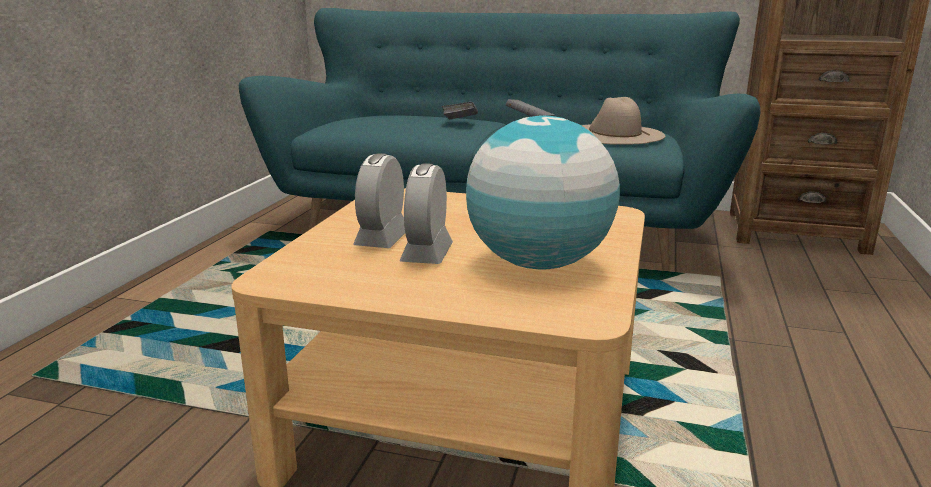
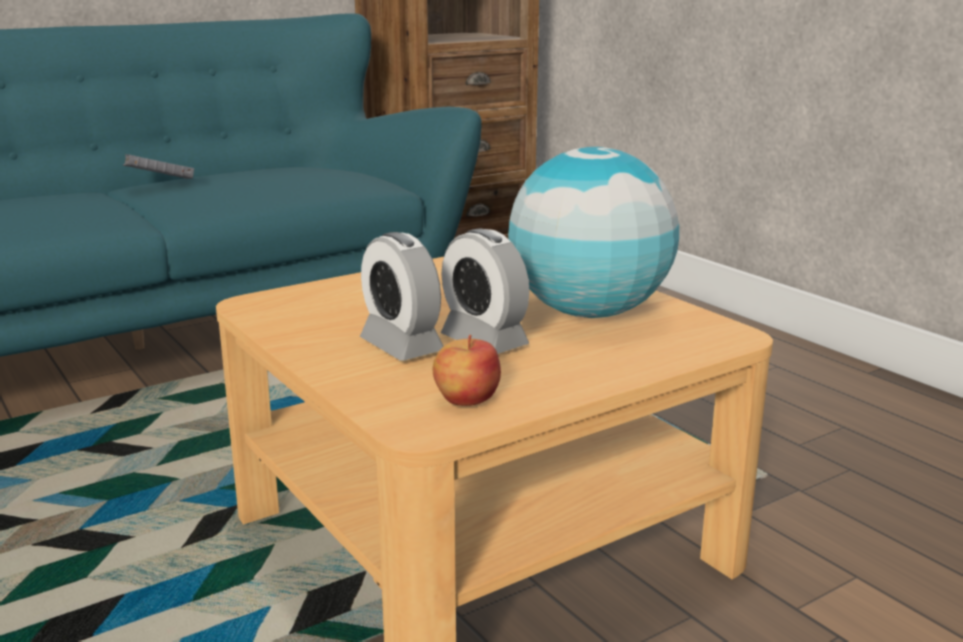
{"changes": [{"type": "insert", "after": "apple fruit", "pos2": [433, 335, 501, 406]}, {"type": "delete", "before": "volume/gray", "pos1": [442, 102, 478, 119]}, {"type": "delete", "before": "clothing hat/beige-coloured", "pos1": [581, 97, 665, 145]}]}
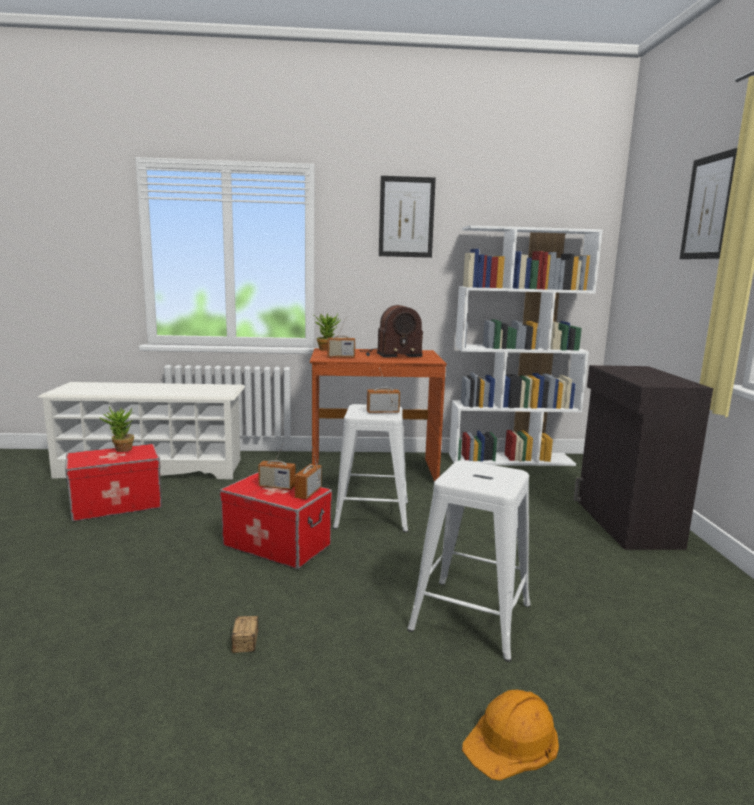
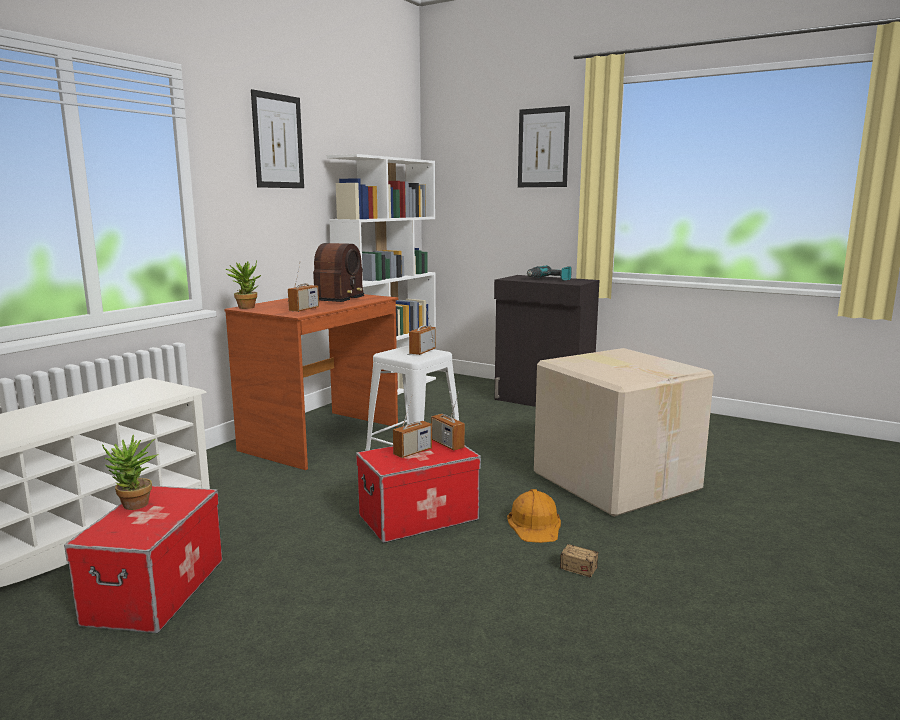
{"changes": [{"type": "move", "before": "safety helmet/orange", "pos1": [462, 690, 559, 781], "pos2": [507, 489, 561, 543]}, {"type": "insert", "after": "electric drill", "pos2": [527, 265, 572, 281]}, {"type": "replace", "before": "stool/white", "after": "carton", "pos1": [407, 460, 531, 662], "pos2": [534, 348, 714, 517]}]}
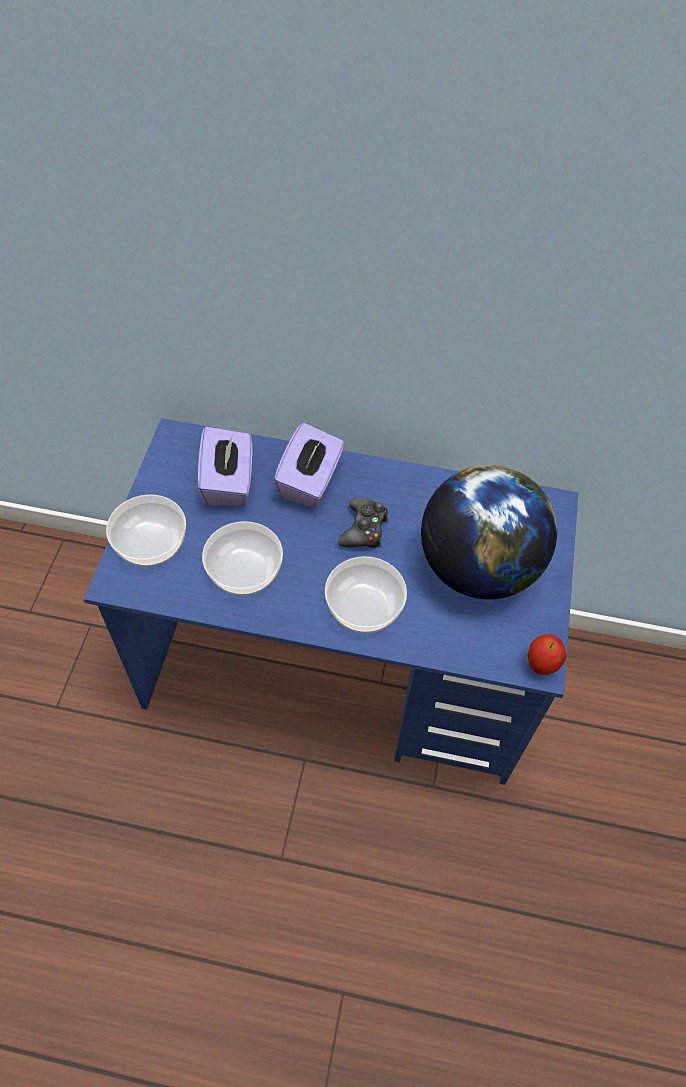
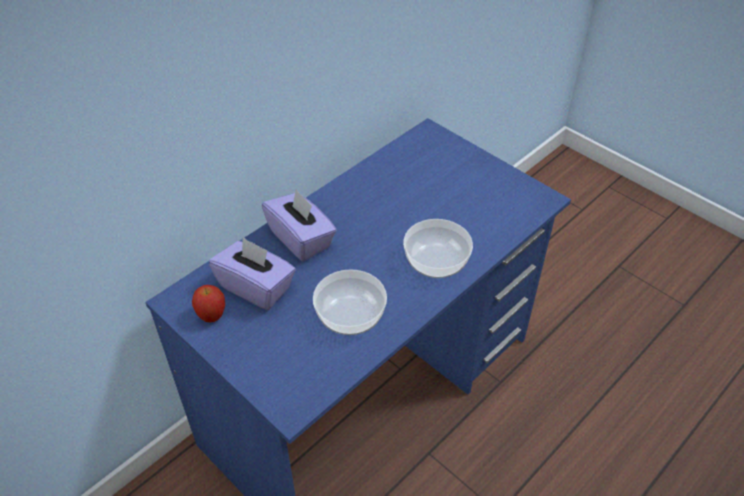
{"changes": [{"type": "move", "before": "apple fruit", "pos1": [527, 634, 567, 675], "pos2": [192, 285, 225, 322]}, {"type": "delete", "before": "serving bowl", "pos1": [106, 494, 186, 567]}, {"type": "delete", "before": "game controller/black-coloured", "pos1": [338, 497, 388, 548]}, {"type": "delete", "before": "desk globe", "pos1": [421, 465, 557, 600]}]}
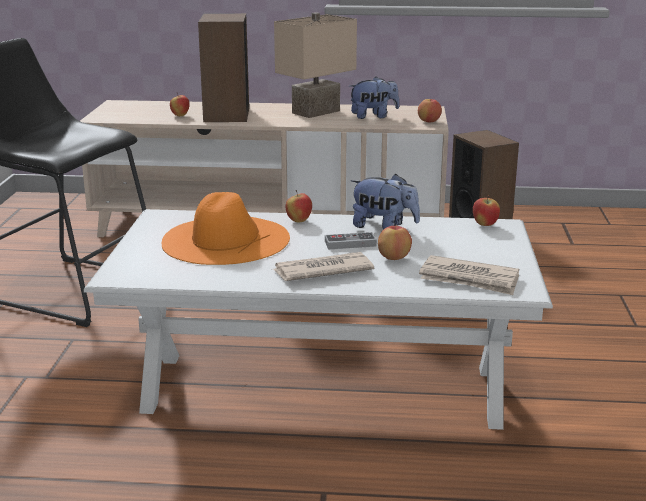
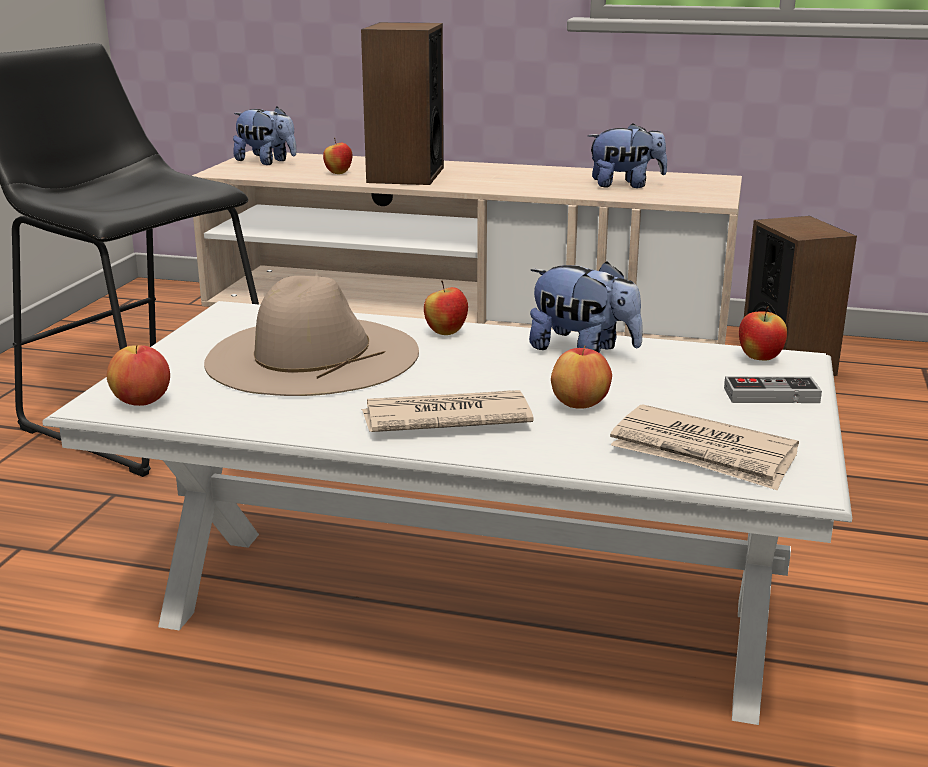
{"changes": [{"type": "move", "before": "apple fruit", "pos1": [418, 98, 442, 122], "pos2": [107, 345, 170, 406]}, {"type": "recolor", "before": "clothing hat/orange", "after": "clothing hat/beige-coloured", "pos1": [162, 192, 290, 265], "pos2": [204, 276, 419, 396]}, {"type": "insert", "after": "cuddly toy", "pos2": [233, 107, 296, 165]}, {"type": "move", "before": "game controller", "pos1": [325, 232, 377, 250], "pos2": [724, 376, 822, 403]}, {"type": "delete", "before": "table lamp/beige-coloured", "pos1": [274, 12, 357, 118]}]}
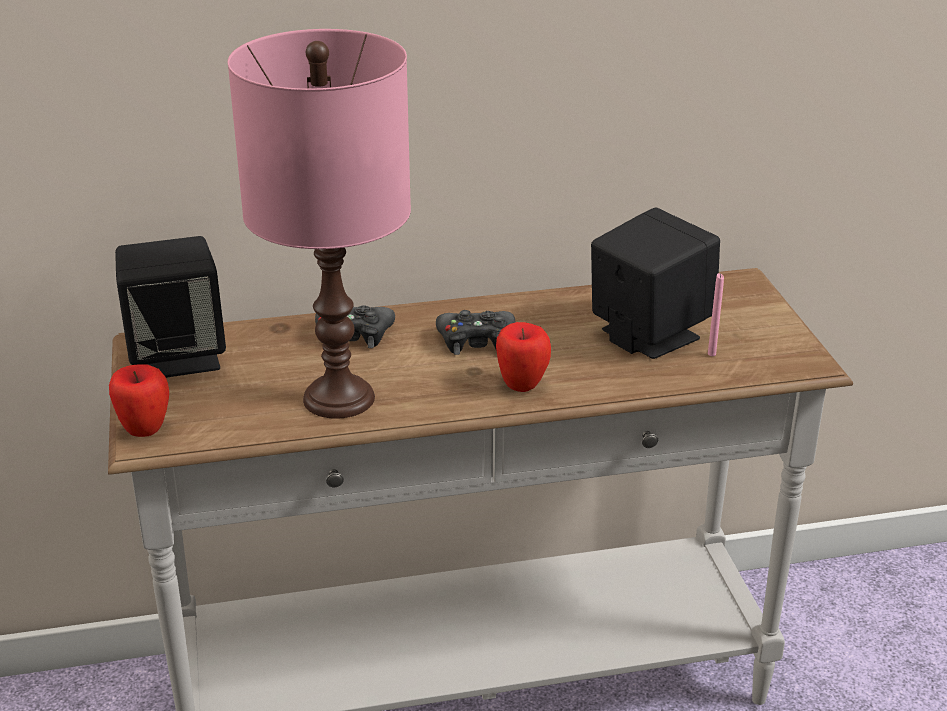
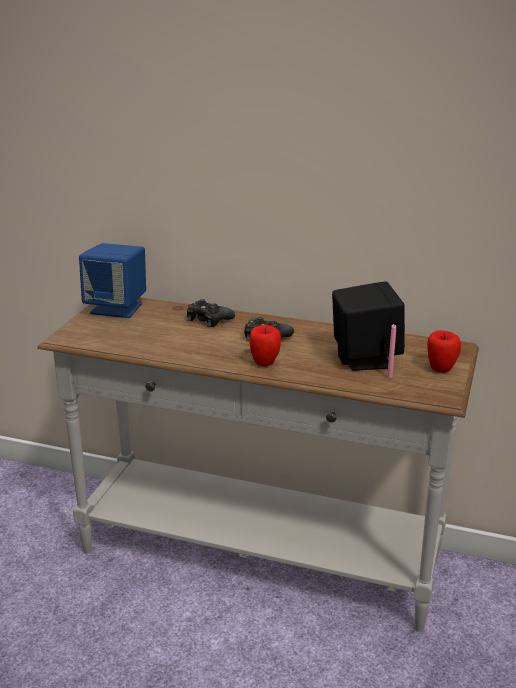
{"changes": [{"type": "recolor", "before": "loudspeaker/black-coloured", "after": "loudspeaker/blue-coloured", "pos1": [115, 236, 226, 378], "pos2": [79, 243, 146, 318]}, {"type": "move", "before": "apple fruit", "pos1": [109, 364, 169, 437], "pos2": [427, 331, 461, 373]}, {"type": "delete", "before": "table lamp/pink-coloured", "pos1": [228, 29, 411, 419]}]}
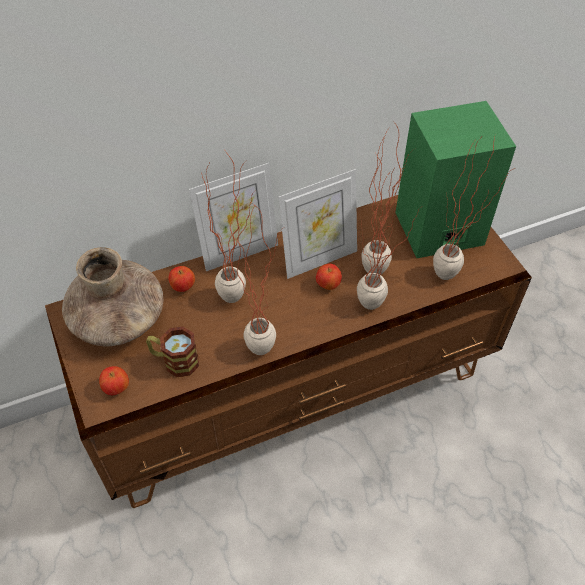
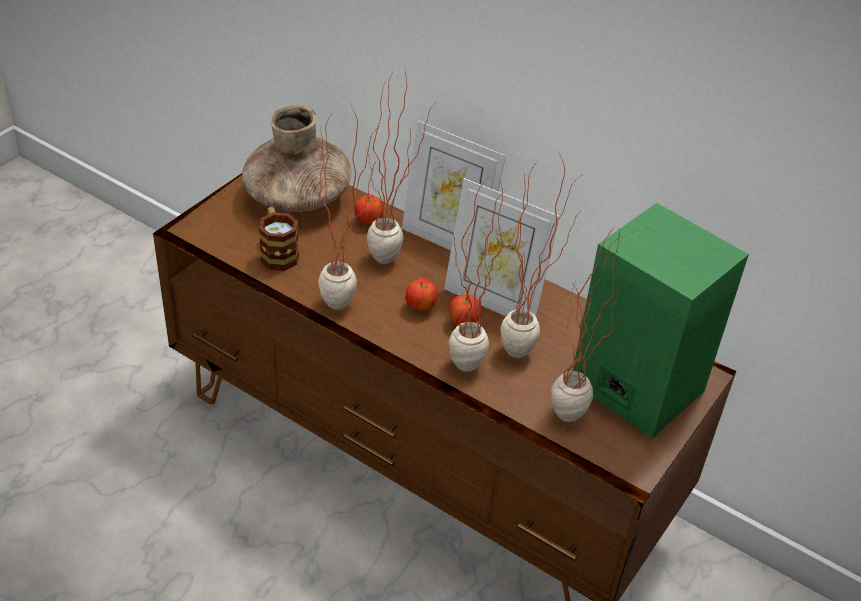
{"changes": [{"type": "move", "before": "apple fruit", "pos1": [99, 366, 129, 395], "pos2": [405, 278, 438, 311]}]}
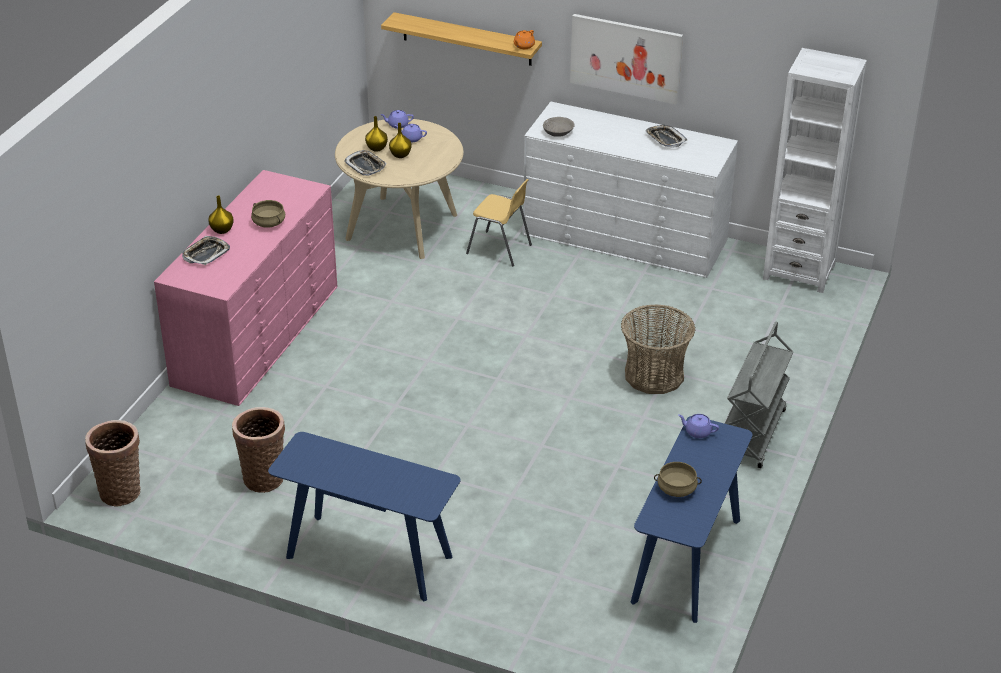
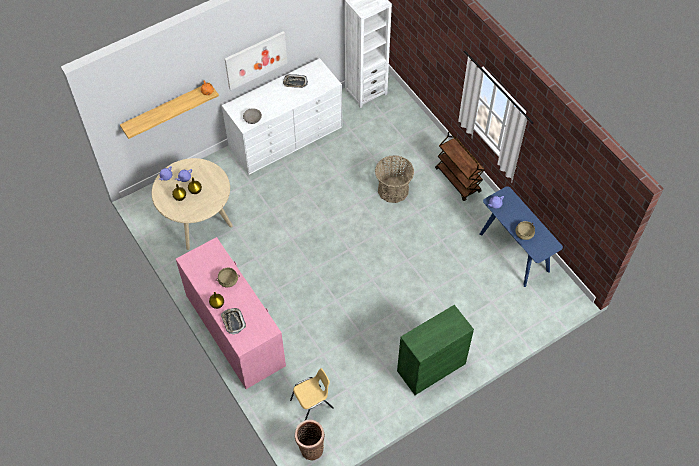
{"changes": [{"type": "move", "before": "upright chair/yellow-coloured", "pos1": [466, 179, 532, 266], "pos2": [290, 368, 334, 420]}, {"type": "replace", "before": "narrow table/blue-coloured", "after": "cupboard/green-coloured", "pos1": [268, 432, 461, 601], "pos2": [397, 305, 474, 395]}, {"type": "recolor", "before": "trolley/gray", "after": "trolley/brownish", "pos1": [724, 321, 793, 468], "pos2": [435, 131, 485, 201]}, {"type": "delete", "before": "basket", "pos1": [232, 407, 285, 493]}, {"type": "delete", "before": "serving tray", "pos1": [344, 150, 387, 176]}]}
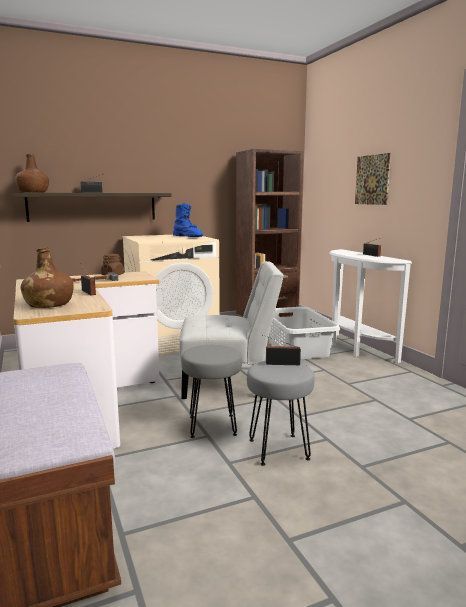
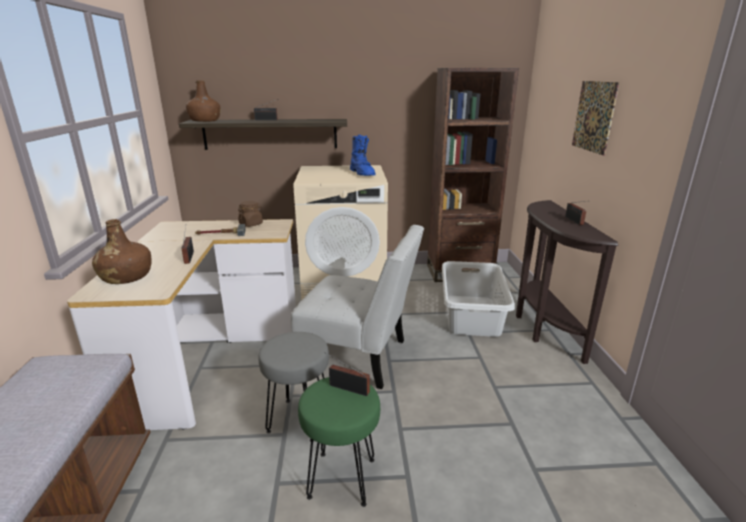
{"changes": [{"type": "recolor", "before": "stool/gray", "after": "stool/green-coloured", "pos1": [247, 361, 315, 466], "pos2": [298, 377, 380, 507]}, {"type": "recolor", "before": "narrow table/white", "after": "narrow table/brownish", "pos1": [329, 249, 412, 363], "pos2": [516, 200, 618, 364]}]}
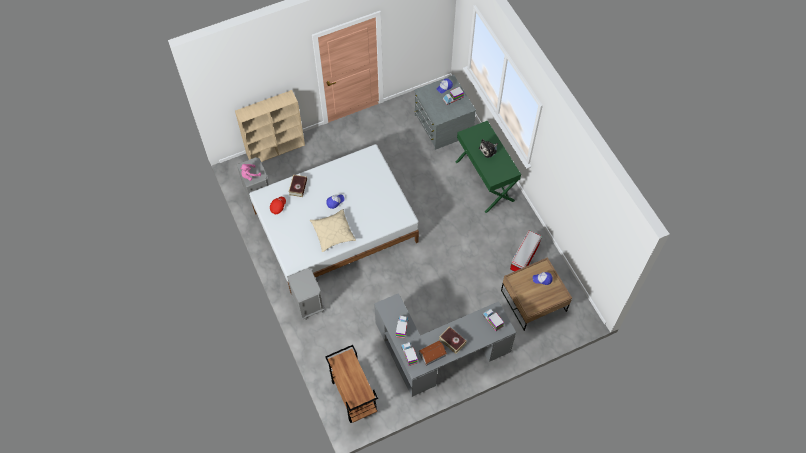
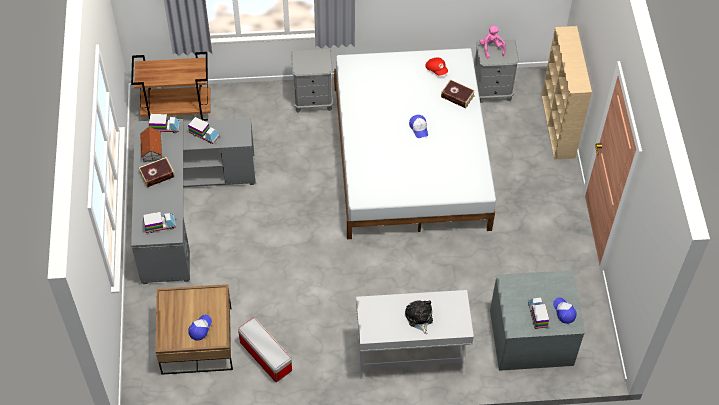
{"changes": [{"type": "recolor", "before": "narrow table/green-coloured", "after": "narrow table/white", "pos1": [456, 121, 521, 213], "pos2": [356, 290, 474, 381]}, {"type": "delete", "before": "pillow/beige-coloured", "pos1": [310, 209, 356, 252]}]}
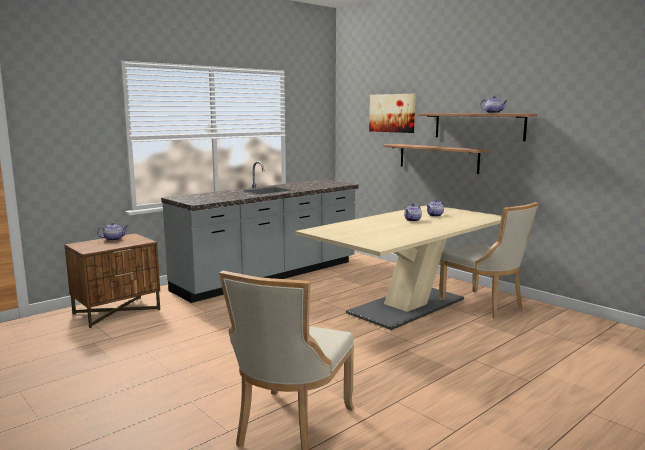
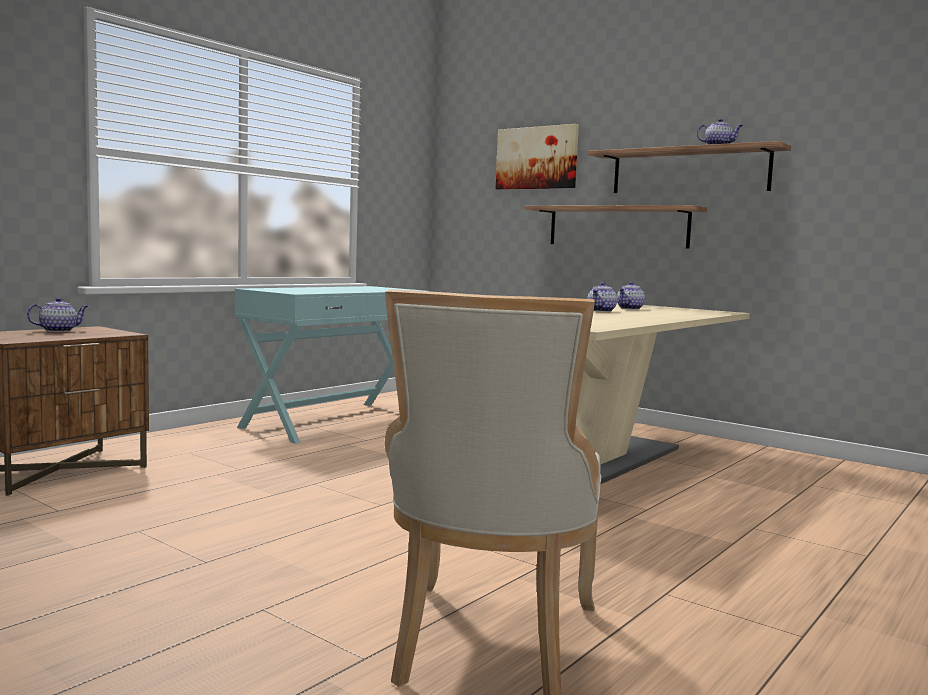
{"changes": [{"type": "replace", "before": "counter/gray", "after": "narrow table/turquoise", "pos1": [161, 161, 359, 303], "pos2": [235, 286, 424, 444]}, {"type": "delete", "before": "upright chair/beige-coloured", "pos1": [439, 202, 539, 319]}]}
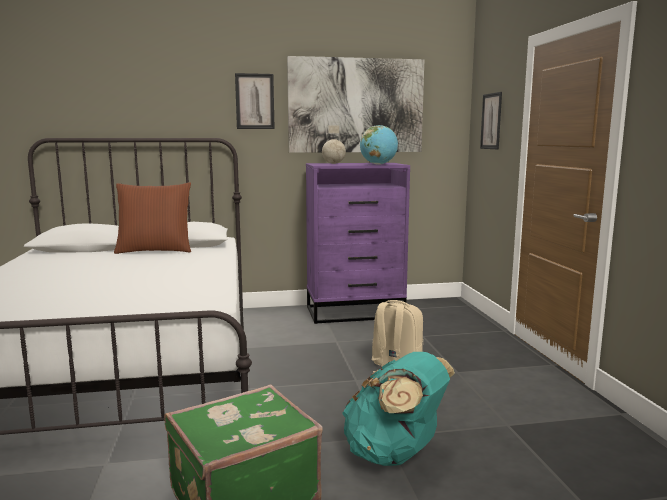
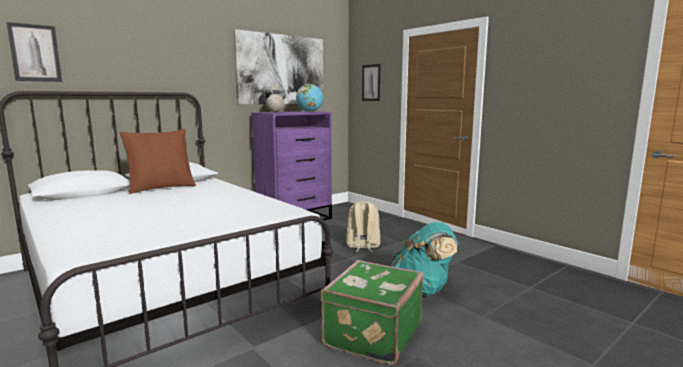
{"changes": [{"type": "move", "before": "picture", "pos1": [235, 73, 275, 129], "pos2": [7, 22, 62, 82]}]}
